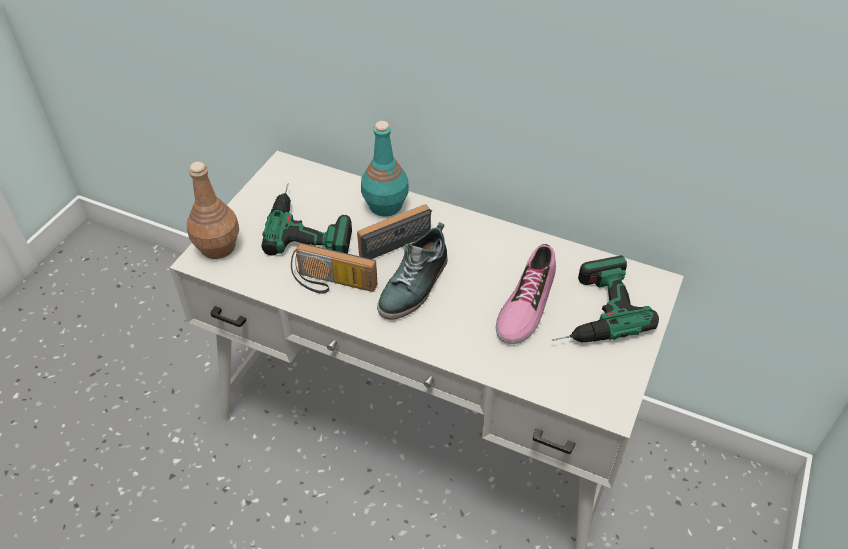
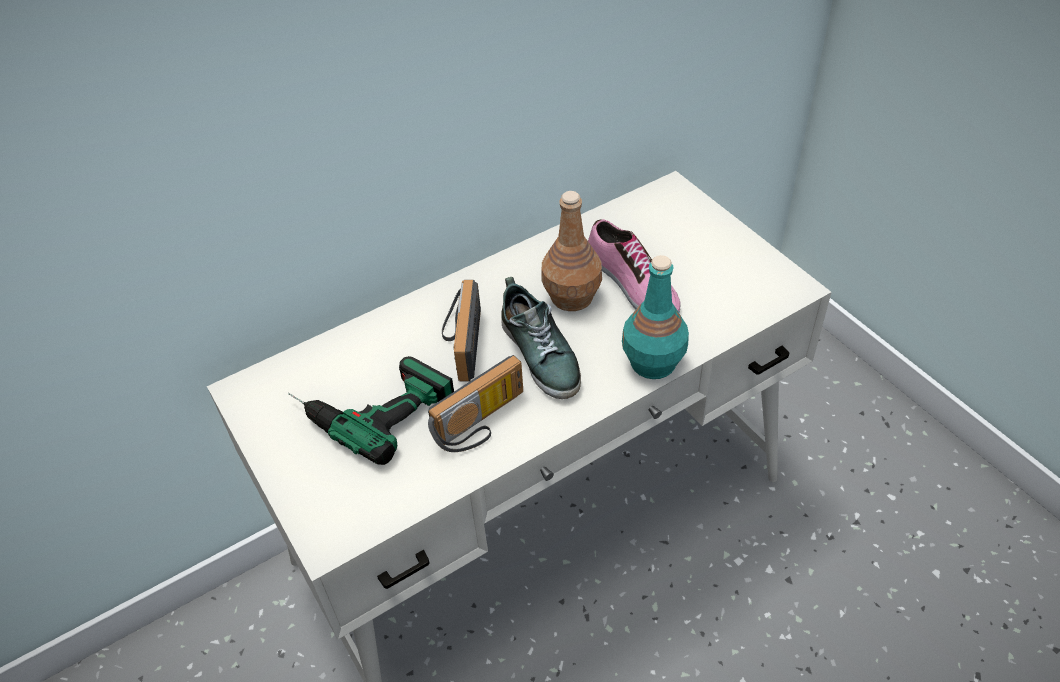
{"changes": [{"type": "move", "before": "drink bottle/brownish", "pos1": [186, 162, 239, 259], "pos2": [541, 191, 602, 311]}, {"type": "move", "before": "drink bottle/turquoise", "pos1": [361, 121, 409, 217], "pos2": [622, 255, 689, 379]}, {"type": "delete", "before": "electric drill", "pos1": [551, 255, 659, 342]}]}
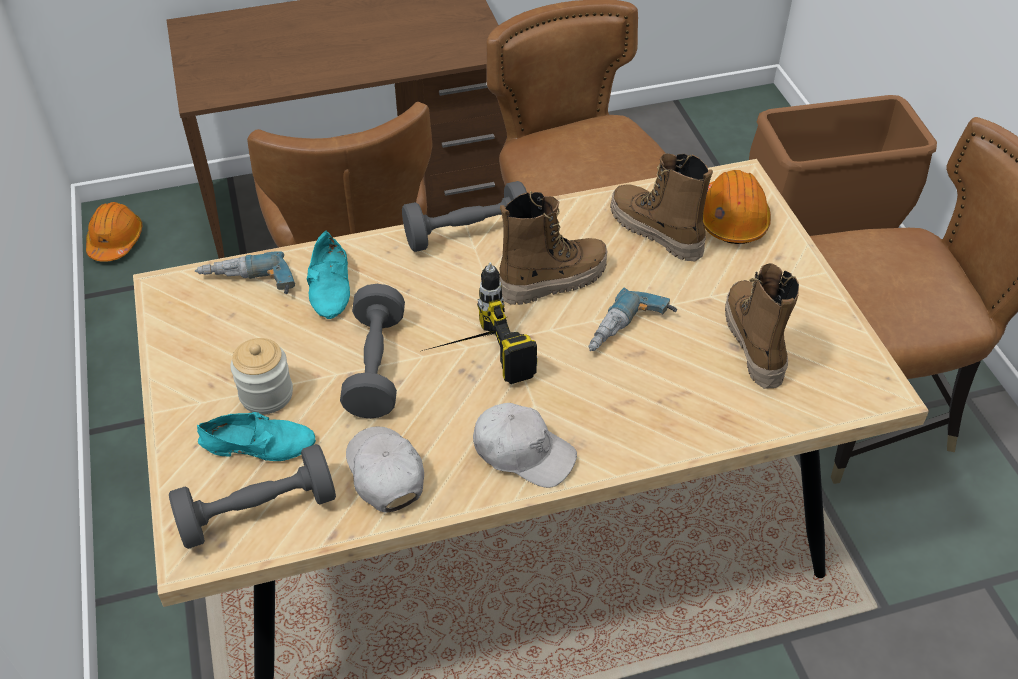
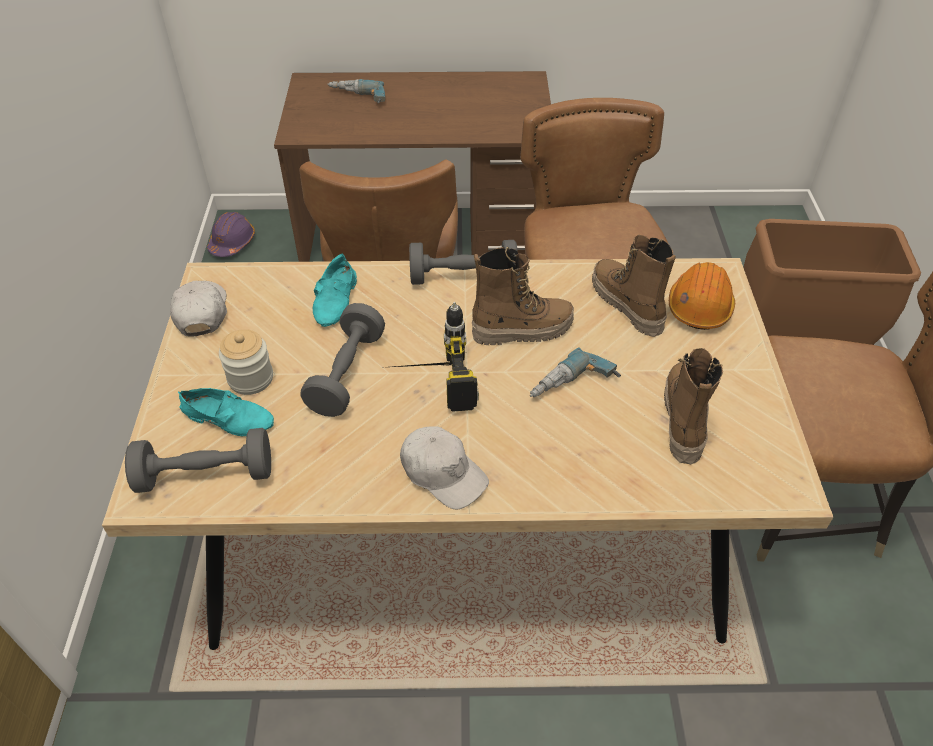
{"changes": [{"type": "move", "before": "peaked cap/white", "pos1": [346, 426, 424, 513], "pos2": [170, 281, 227, 337]}, {"type": "recolor", "before": "safety helmet/orange", "after": "safety helmet/purple-coloured", "pos1": [86, 202, 142, 262], "pos2": [207, 212, 255, 257]}, {"type": "move", "before": "electric drill", "pos1": [195, 251, 295, 294], "pos2": [327, 79, 385, 103]}]}
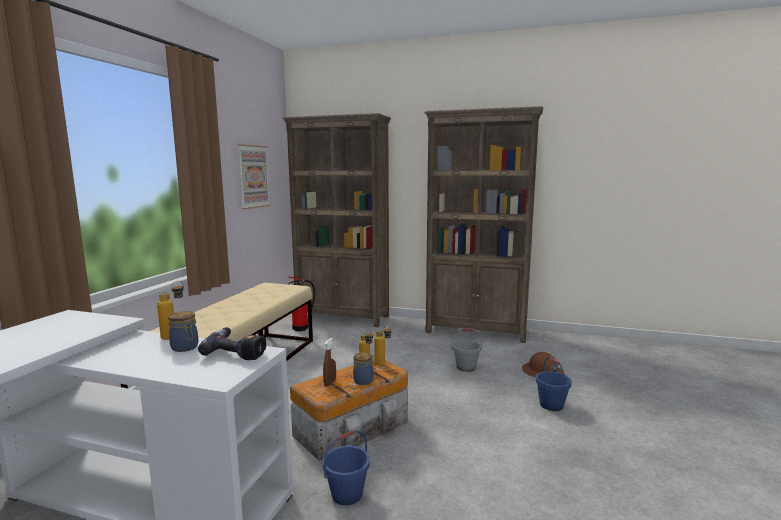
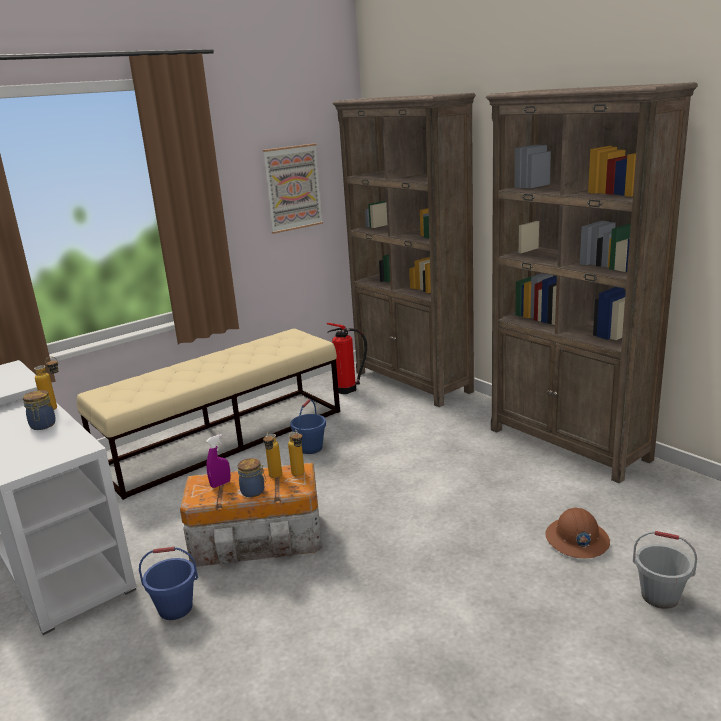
{"changes": [{"type": "recolor", "before": "sprayer/brownish", "after": "sprayer/purple-coloured", "pos1": [323, 337, 336, 387], "pos2": [206, 434, 231, 488]}, {"type": "move", "before": "water bucket/blue-coloured", "pos1": [535, 357, 572, 411], "pos2": [290, 399, 326, 454]}, {"type": "move", "before": "water bucket/gray", "pos1": [452, 328, 482, 372], "pos2": [633, 531, 697, 609]}, {"type": "delete", "before": "electric drill", "pos1": [198, 327, 266, 360]}]}
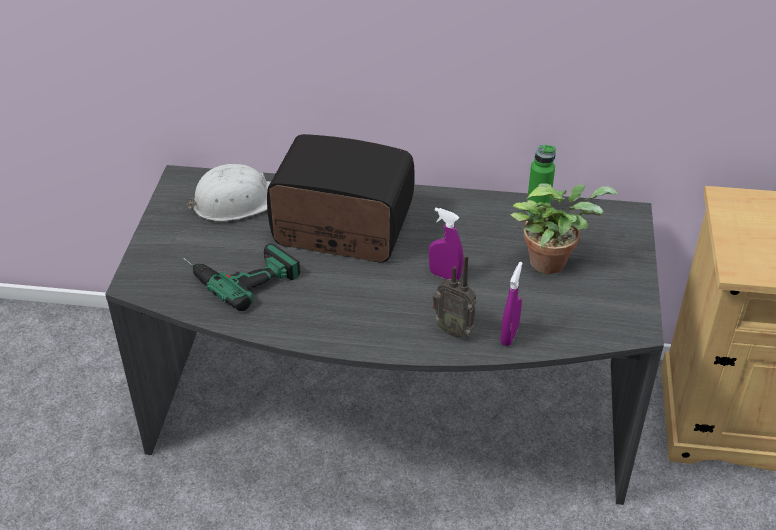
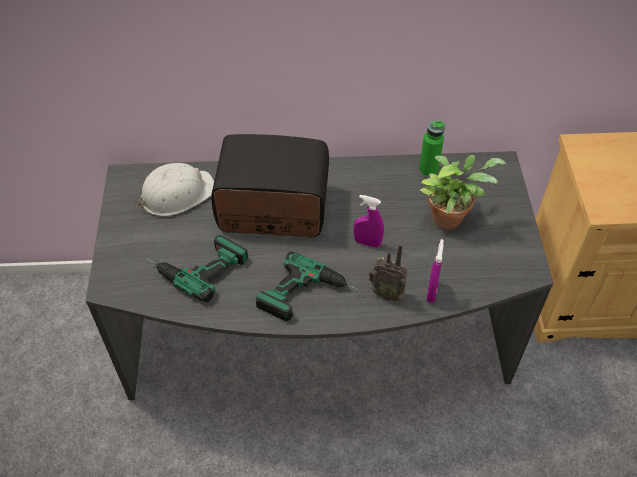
{"changes": [{"type": "insert", "after": "electric drill", "pos2": [256, 252, 360, 321]}]}
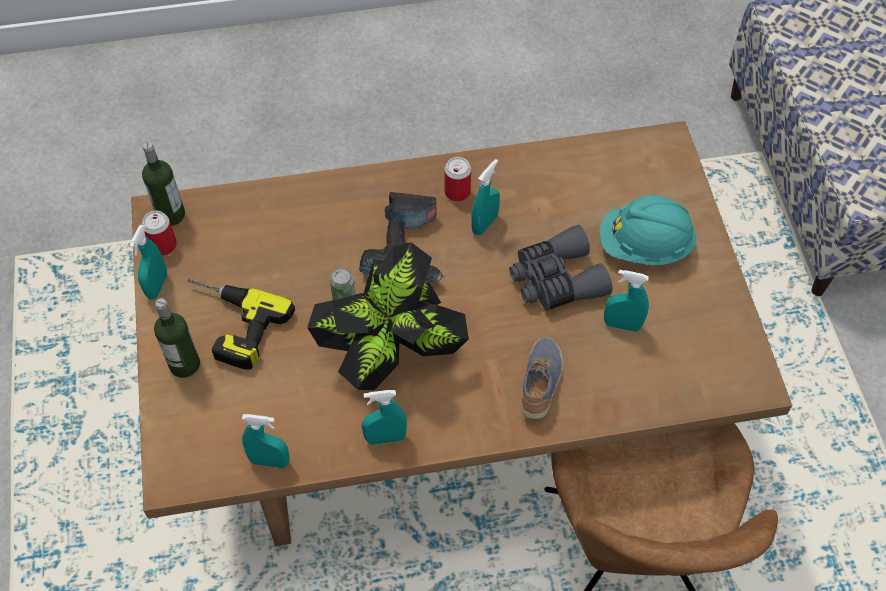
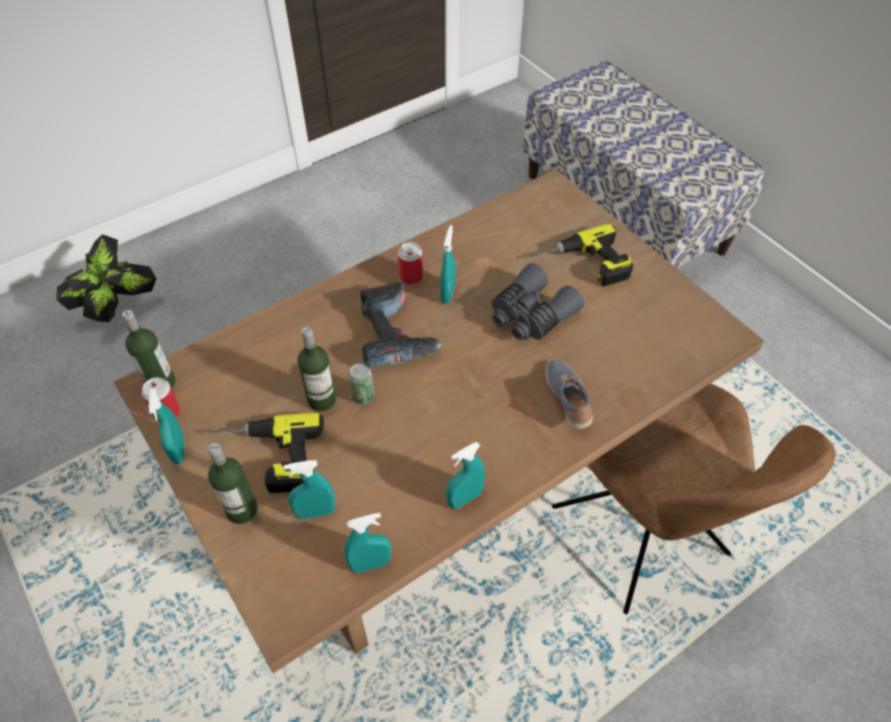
{"changes": [{"type": "move", "before": "houseplant", "pos1": [307, 242, 469, 390], "pos2": [56, 234, 157, 322]}, {"type": "move", "before": "sprayer/turquoise", "pos1": [604, 270, 649, 332], "pos2": [284, 460, 335, 519]}, {"type": "insert", "after": "drink bottle", "pos2": [298, 327, 336, 412]}, {"type": "replace", "before": "safety helmet/turquoise", "after": "electric drill", "pos1": [600, 195, 697, 265], "pos2": [530, 224, 633, 287]}]}
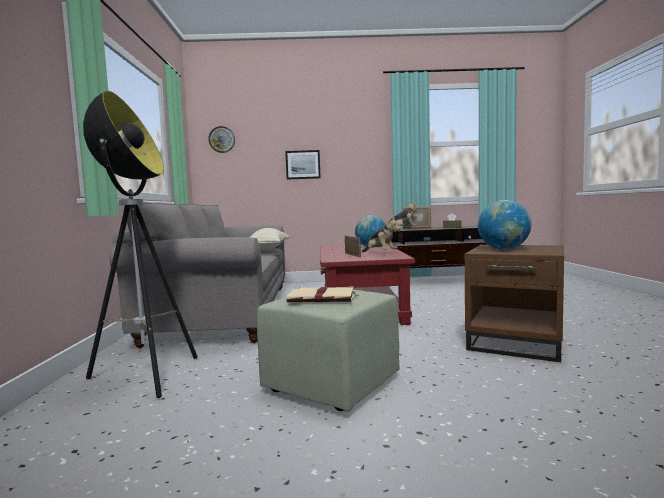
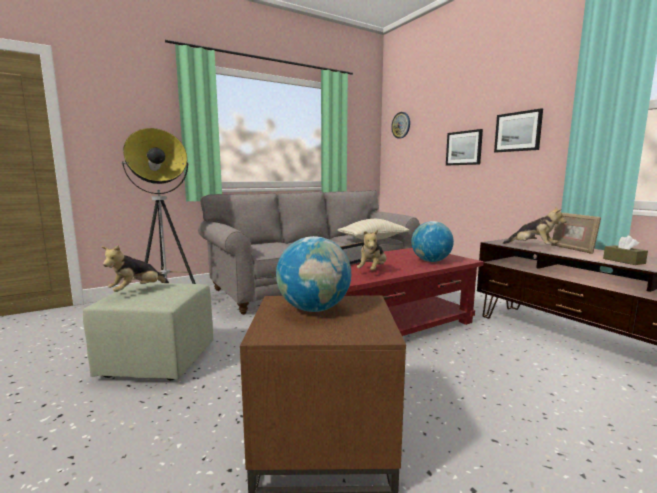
{"changes": [{"type": "replace", "before": "volume/beige-coloured", "after": "cuddly toy", "pos1": [286, 286, 358, 302], "pos2": [102, 245, 169, 292]}, {"type": "insert", "after": "picture", "pos2": [494, 108, 543, 152]}]}
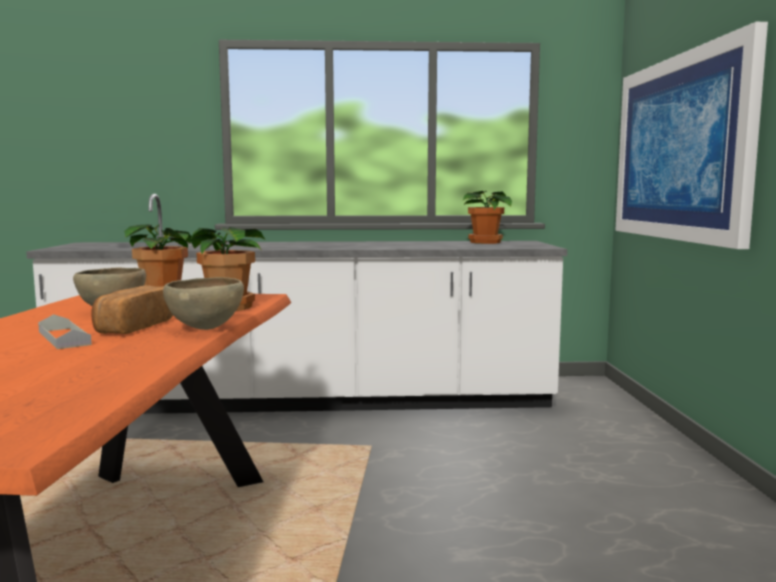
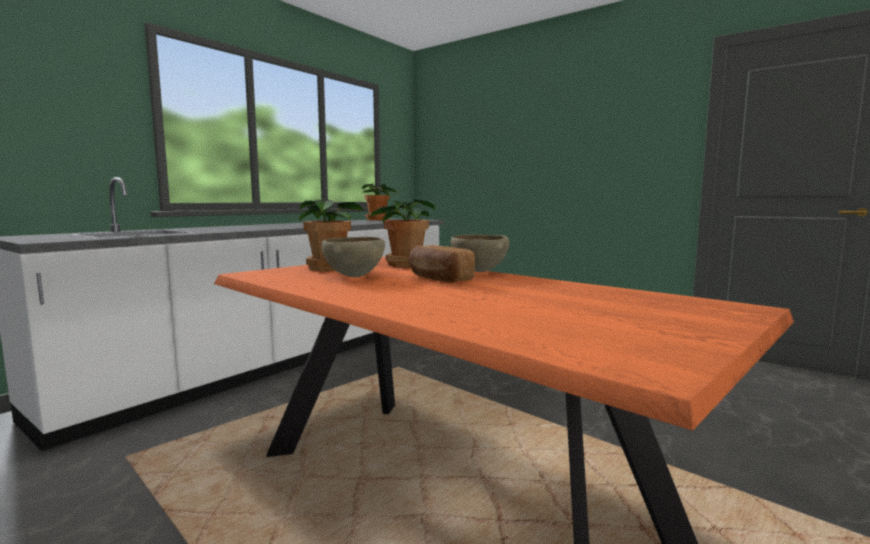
{"changes": [{"type": "delete", "before": "serving tray/gray", "pos1": [38, 314, 92, 349]}, {"type": "delete", "before": "picture", "pos1": [615, 22, 768, 249]}]}
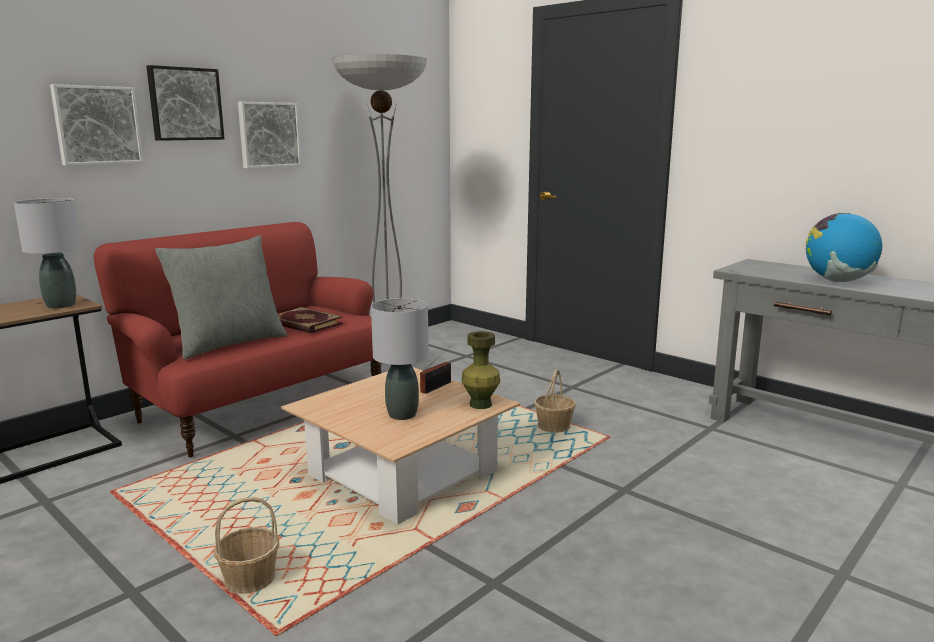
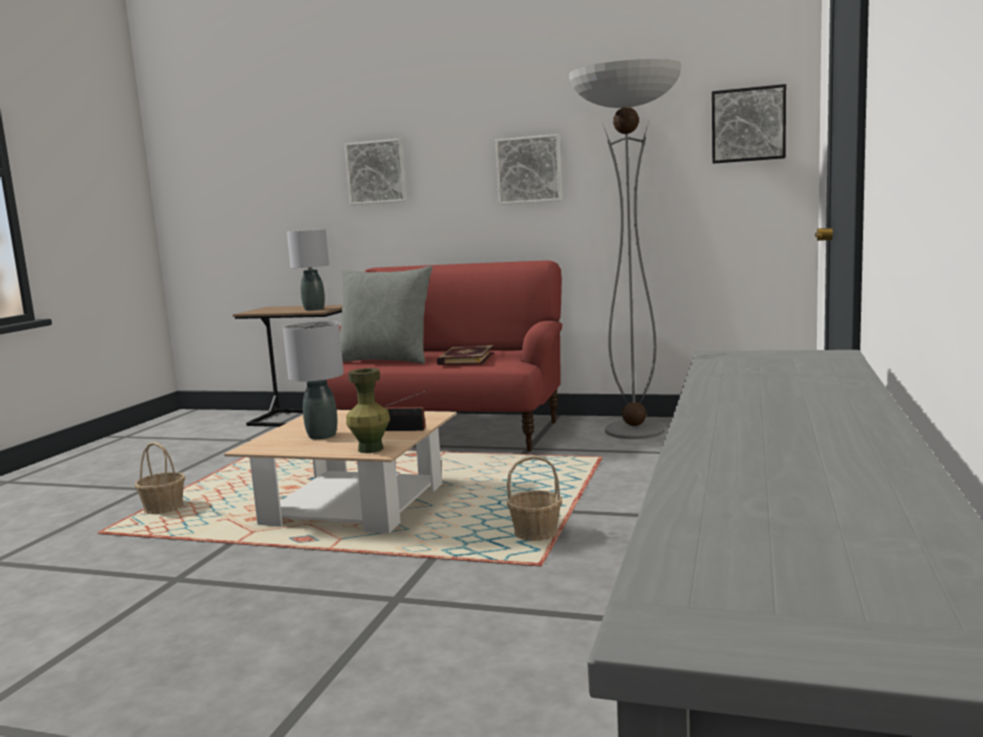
{"changes": [{"type": "move", "before": "picture", "pos1": [146, 65, 224, 141], "pos2": [712, 84, 786, 164]}, {"type": "delete", "before": "desk globe", "pos1": [806, 213, 882, 282]}]}
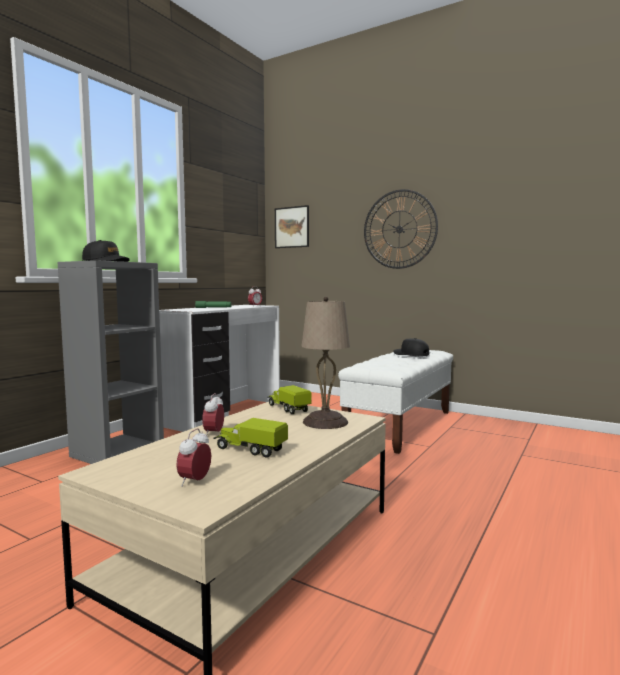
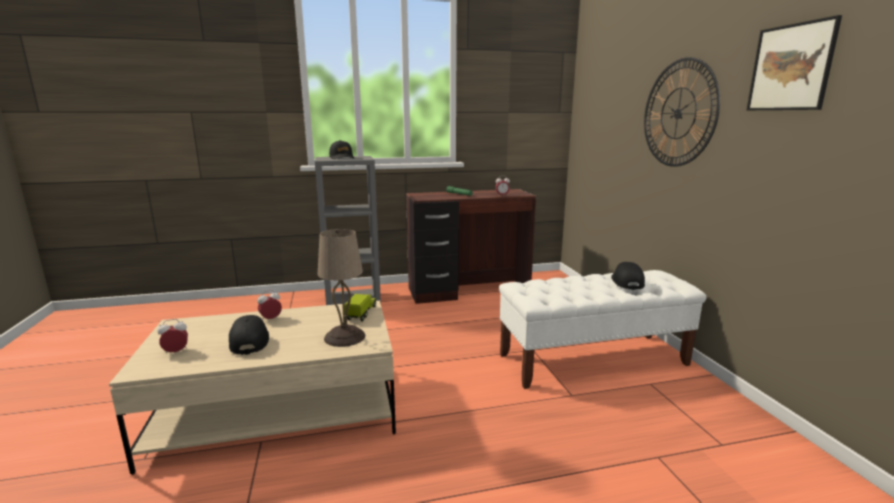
{"changes": [{"type": "replace", "before": "model truck", "after": "peaked cap/black-coloured", "pos1": [214, 418, 288, 458], "pos2": [229, 315, 269, 355]}, {"type": "recolor", "before": "desk/white", "after": "desk/brownish", "pos1": [159, 305, 280, 432], "pos2": [406, 189, 536, 304]}, {"type": "move", "before": "picture", "pos1": [275, 205, 309, 248], "pos2": [747, 15, 842, 110]}]}
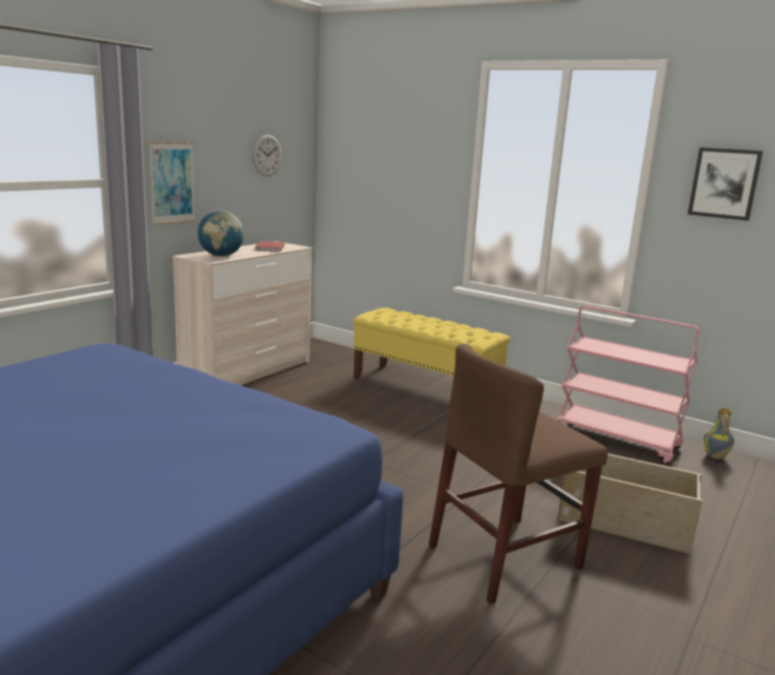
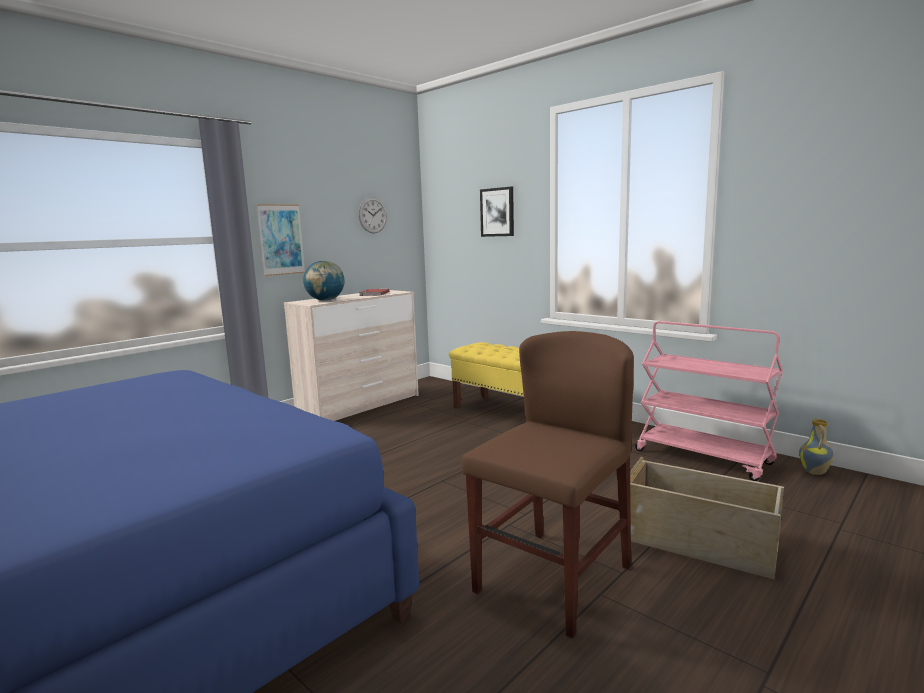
{"changes": [{"type": "rotate", "before": "upright chair/brownish", "pos1": [429, 344, 608, 604], "pos2": [461, 331, 634, 639], "turn": 150}, {"type": "move", "before": "picture", "pos1": [688, 147, 763, 221], "pos2": [480, 187, 514, 237]}]}
